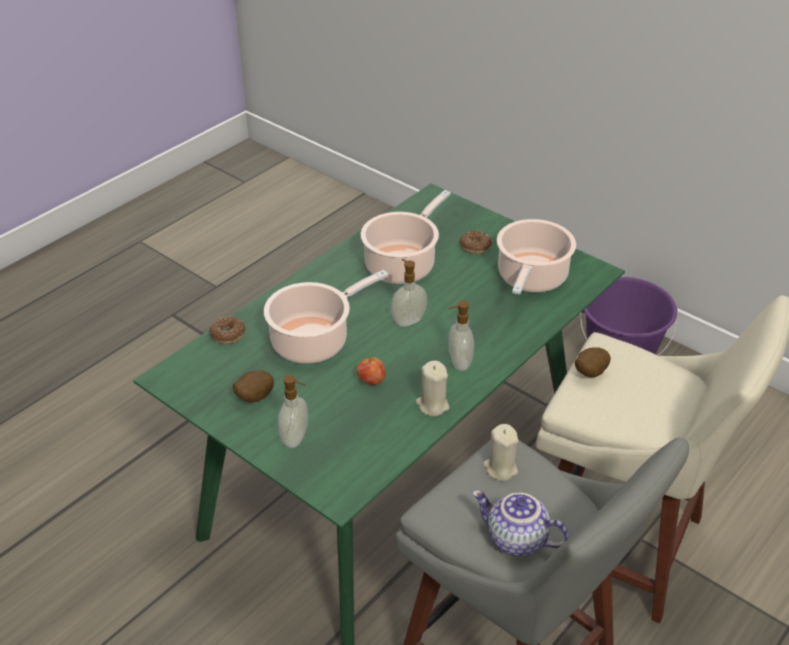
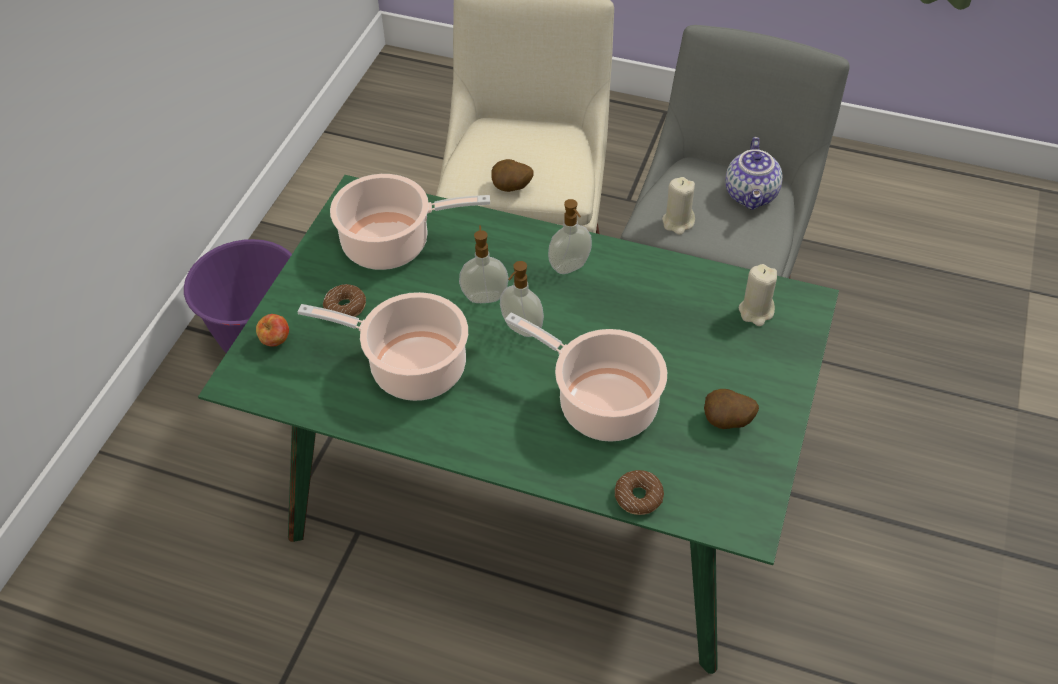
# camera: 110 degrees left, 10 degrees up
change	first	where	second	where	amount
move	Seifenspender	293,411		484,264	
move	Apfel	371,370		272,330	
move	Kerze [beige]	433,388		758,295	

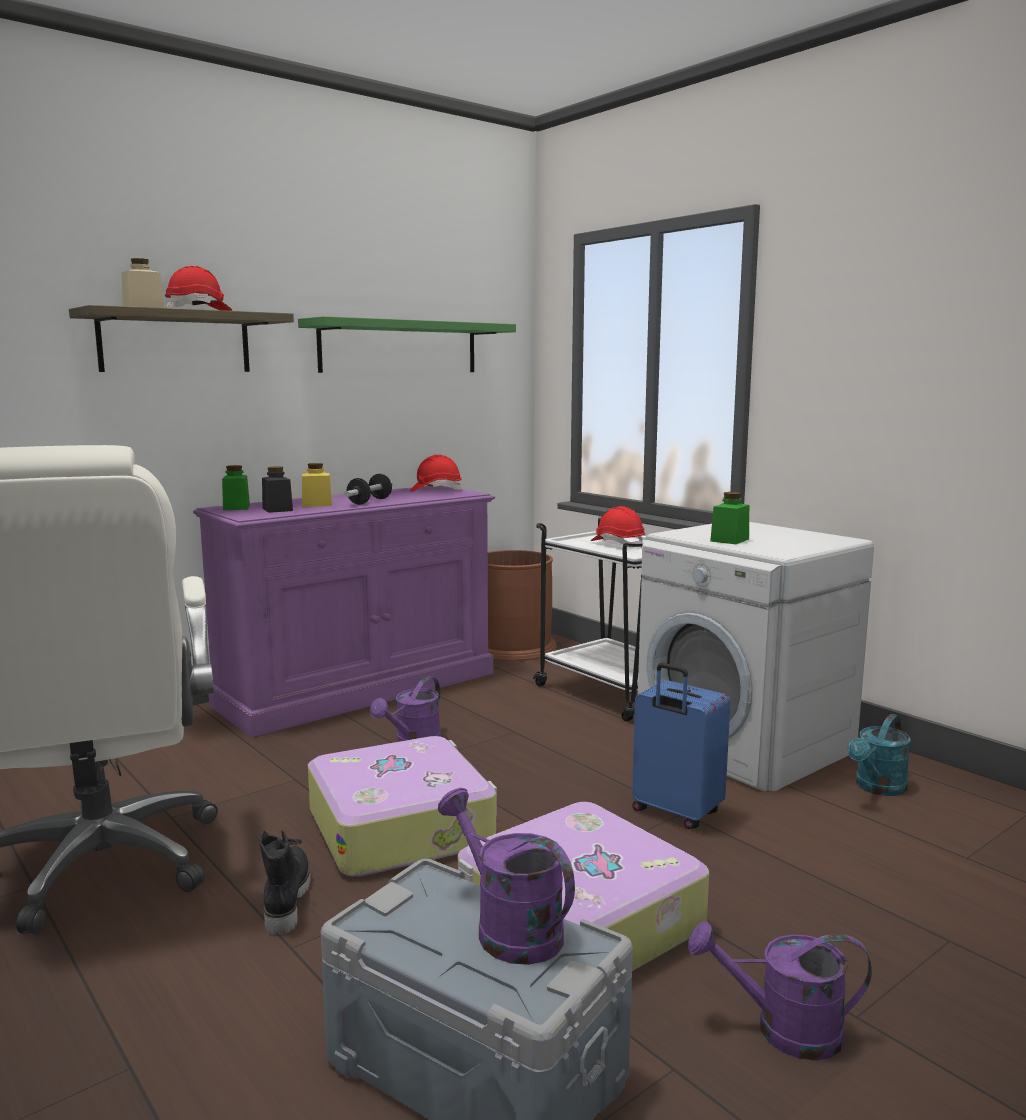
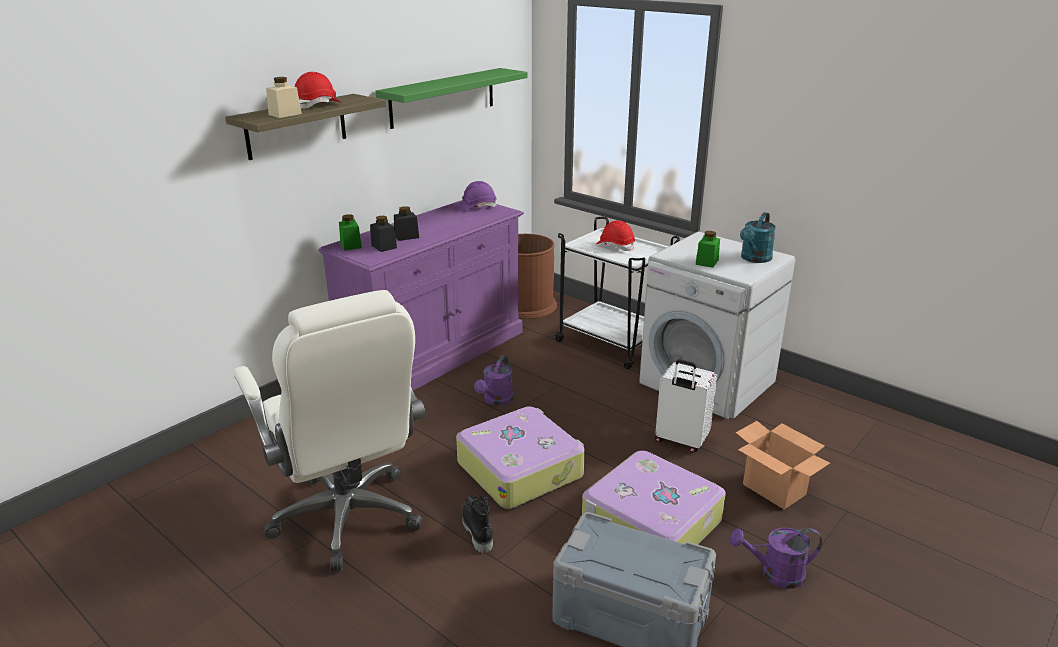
# camera: 10 degrees left, 15 degrees up
change	first	where	second	where	amount
delete	Hantel	368,489			
delete	Gießkanne [lila]	506,876			
insert			Karton	783,465	
move	Gießkanne [türkis]	879,755		758,237	
recolor	Vorratsglas [gelb]	317,485	Vorratsglas [schwarz]	406,223	
recolor	Schutzhelm [rot]	436,473	Schutzhelm [lila]	477,196	
recolor	Koffer [blau]	681,746	Koffer [weiß]	686,406	

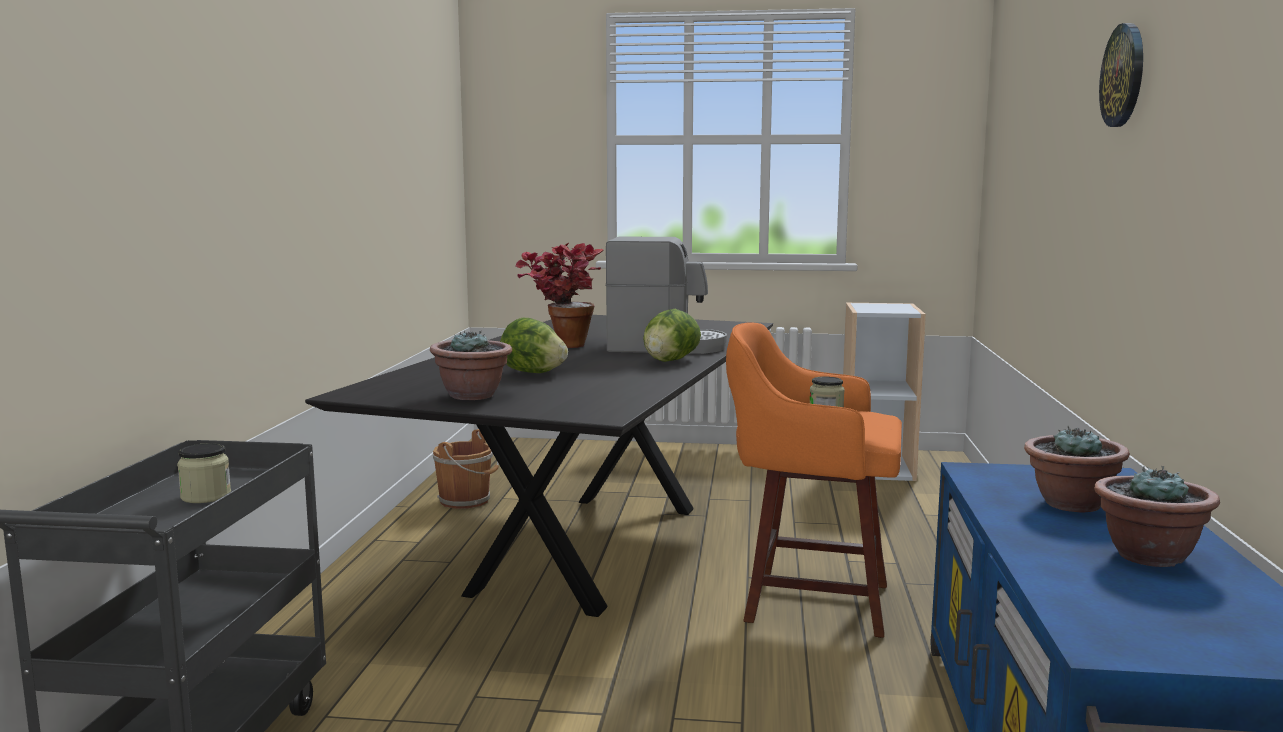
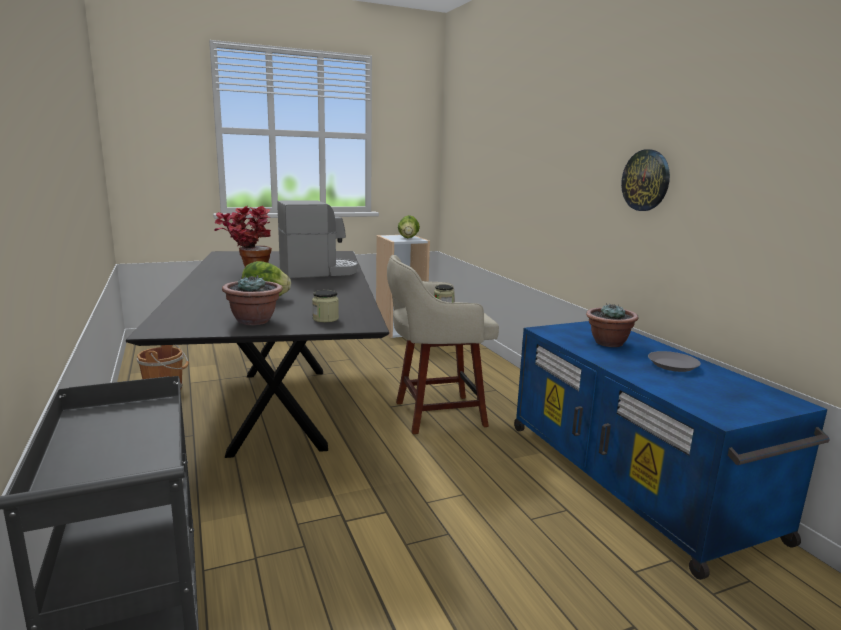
# camera: 30 degrees left, 5 degrees up
change	first	where	second	where	amount
move	Vorratsglas	204,473		325,306	
move	Salatkopf	672,335		409,226	
move	Wanduhr	1121,75		645,180	
replace	Topfpflanze	1157,516	Teller [grau]	674,361	
recolor	Hocker [orange]	814,480	Hocker [beige]	443,344	

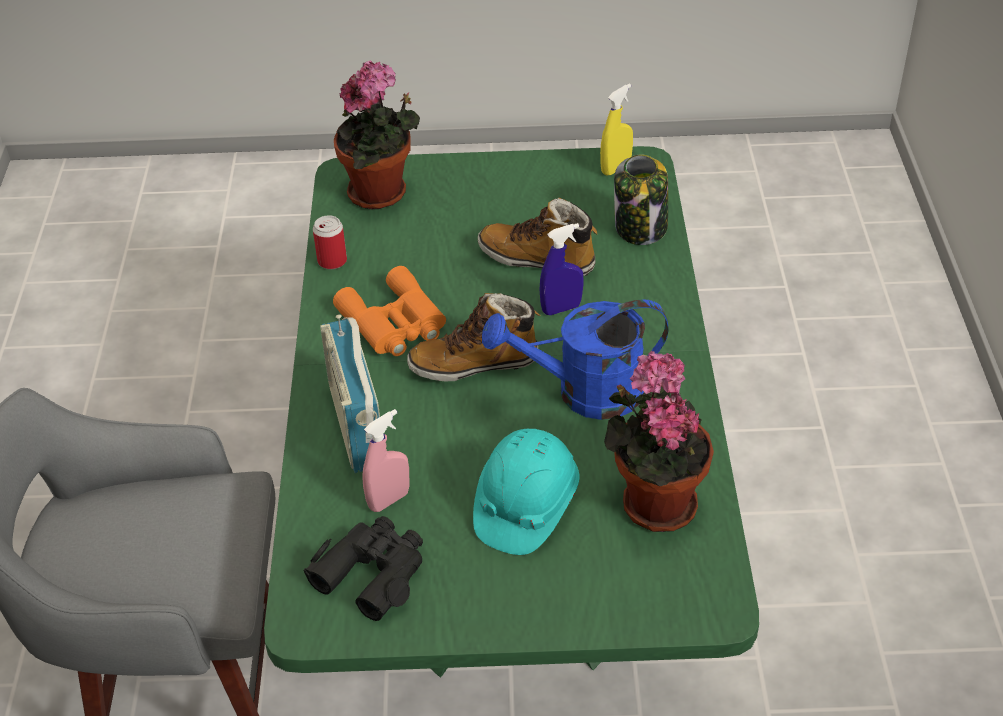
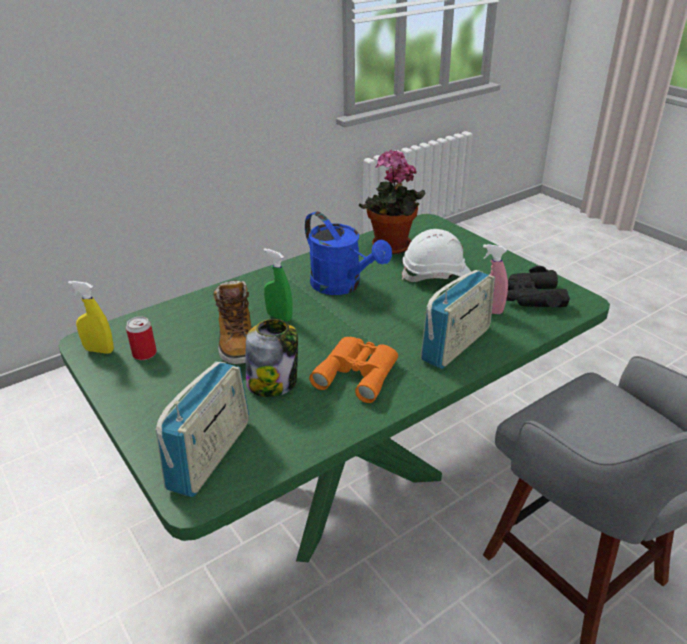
# camera: 125 degrees left, 10 degrees down
change	first	where	second	where	amount
delete	Stiefel	473,337			
move	Dose	330,242		141,338	
move	Vorratsglas	641,199		272,358	
replace	Topfpflanze	377,134	Radio	202,429	
recolor	Schutzhelm [türkis]	526,492	Schutzhelm [weiß]	436,255	
recolor	Sprühflasche [blau]	562,269	Sprühflasche [grün]	278,284	

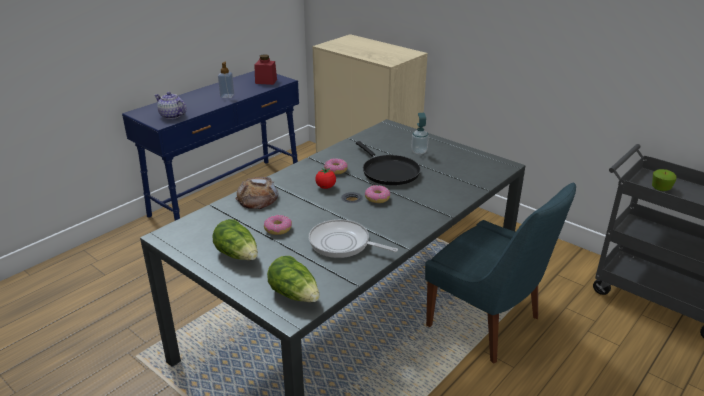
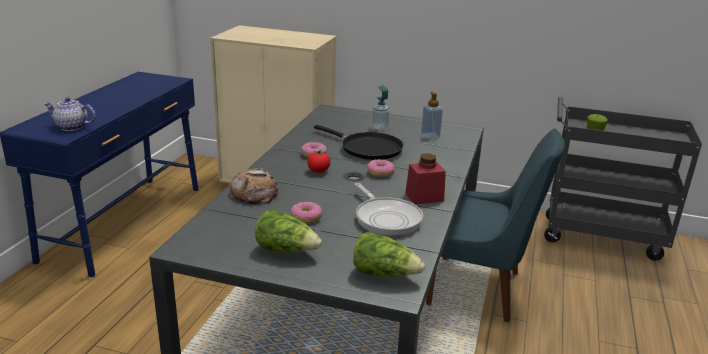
# camera: 25 degrees left, 5 degrees down
change	first	where	second	where	amount
move	Seifenspender	226,80		432,115	
move	Vorratsglas [rot]	265,69		426,179	
rotate	Pfanne	353,238		389,209	120 degrees counterclockwise

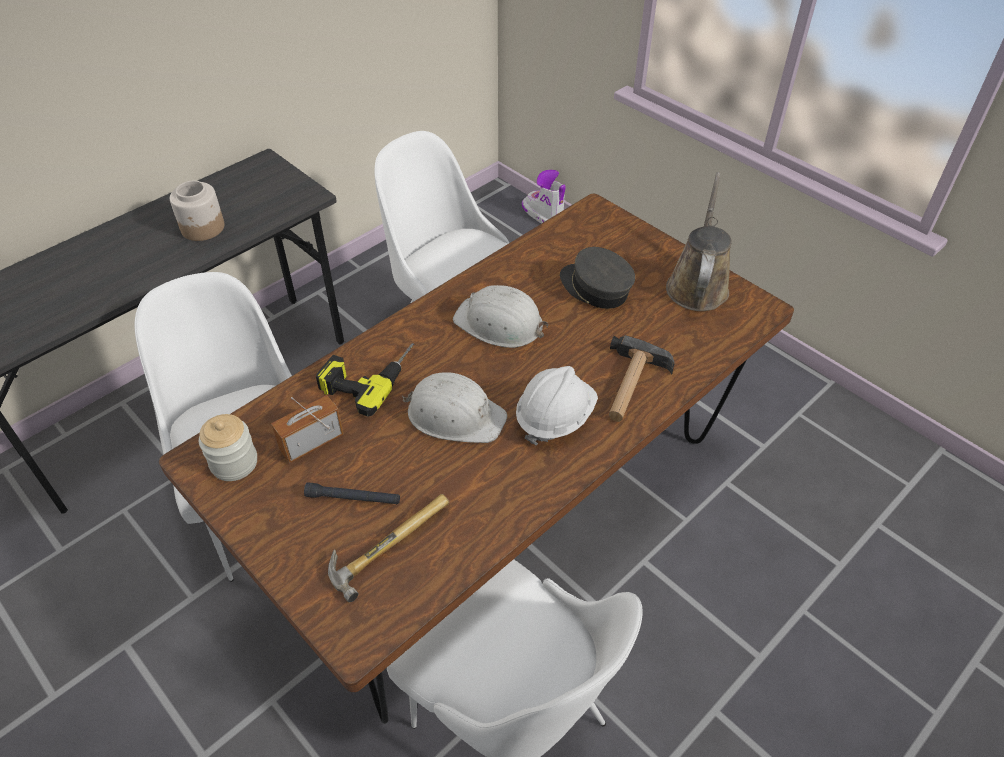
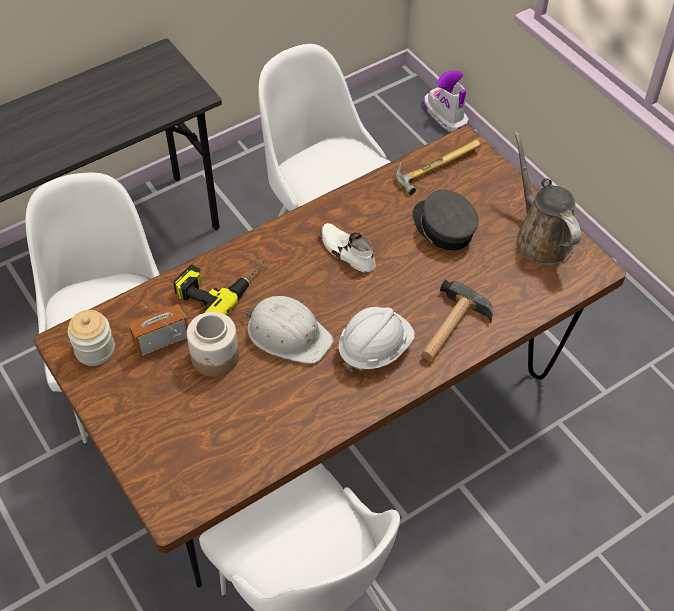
# camera: 10 degrees right, 5 degrees up
change	first	where	second	where	amount
delete	Taschenlampe [schwarz]	352,493			
move	Vorratsglas	197,211		213,344	
move	Hammer	388,548		438,167	
replace	Schutzhelm [weiß]	500,316	Schuh [weiß]	348,248	
rotate	Gießkanne [braun]	699,241		547,198	45 degrees counterclockwise

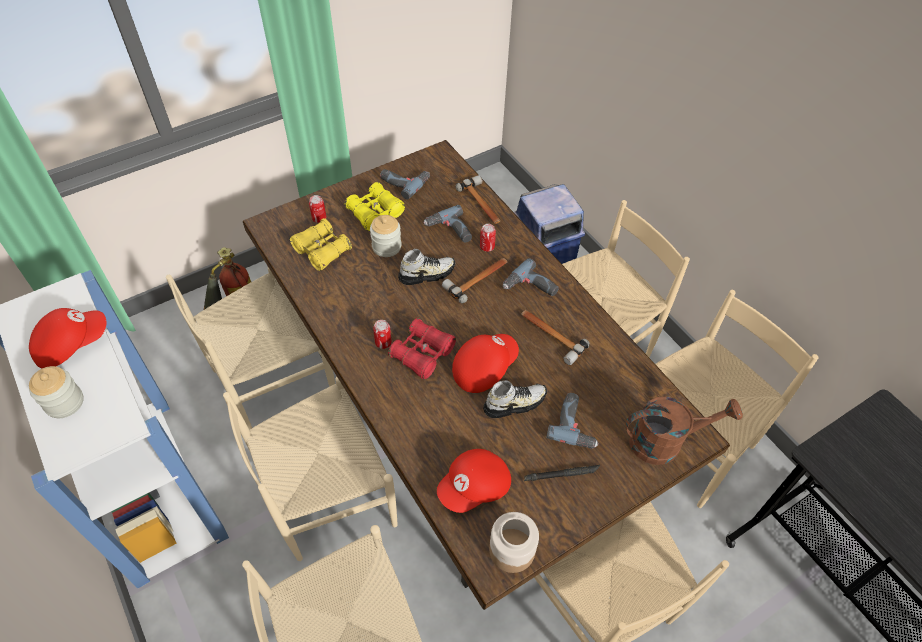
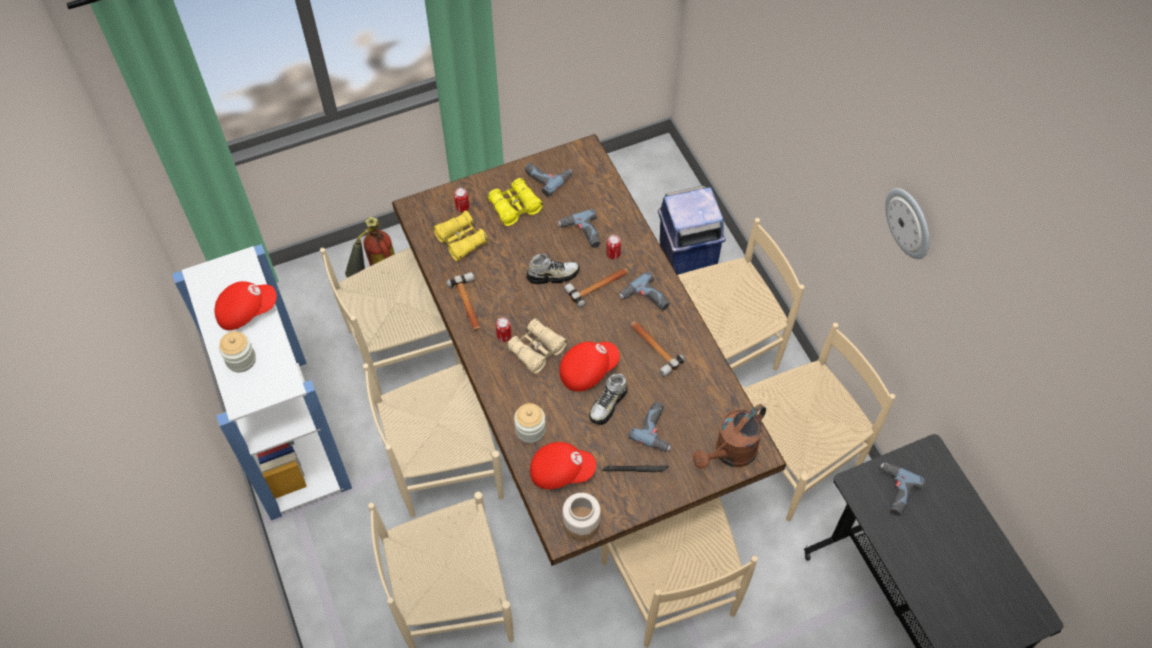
# camera: 10 degrees right, 5 degrees up
change	first	where	second	where	amount
insert			Bohrmaschine	903,489	
insert			Wanduhr	907,223	
move	Vorratsglas	385,236		530,423	
move	Hammer	478,199		463,301	
recolor	Fernglas [rot]	422,348	Fernglas [beige]	536,346	
rotate	Kappe [rot]	474,481		563,465	150 degrees counterclockwise
rotate	Schuh	515,399		608,399	135 degrees clockwise
rotate	Gießkanne [braun]	684,431		729,436	135 degrees clockwise

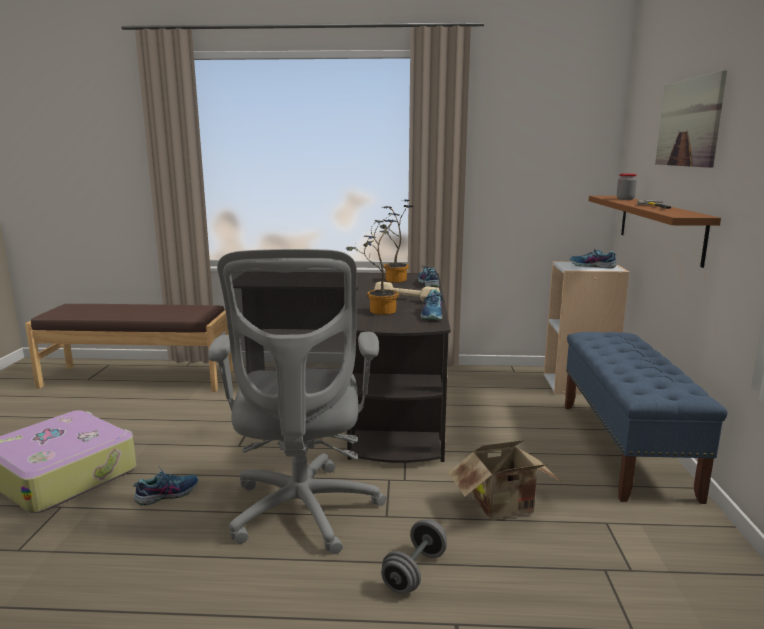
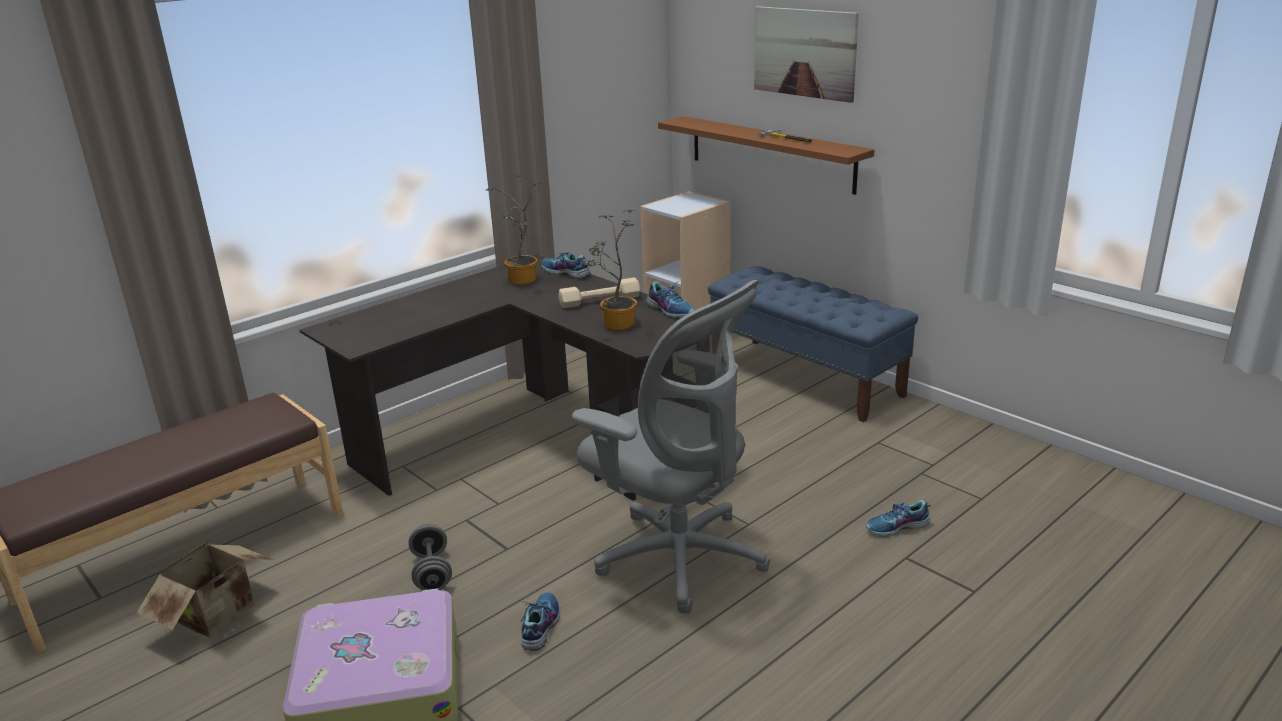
# camera: 45 degrees left, 10 degrees up
change	first	where	second	where	amount
delete	Vorratsglas	627,186			
move	Hantel [grau]	414,557		430,557	
move	Karton	504,480		205,586	
move	Schuh	593,258		898,518	

